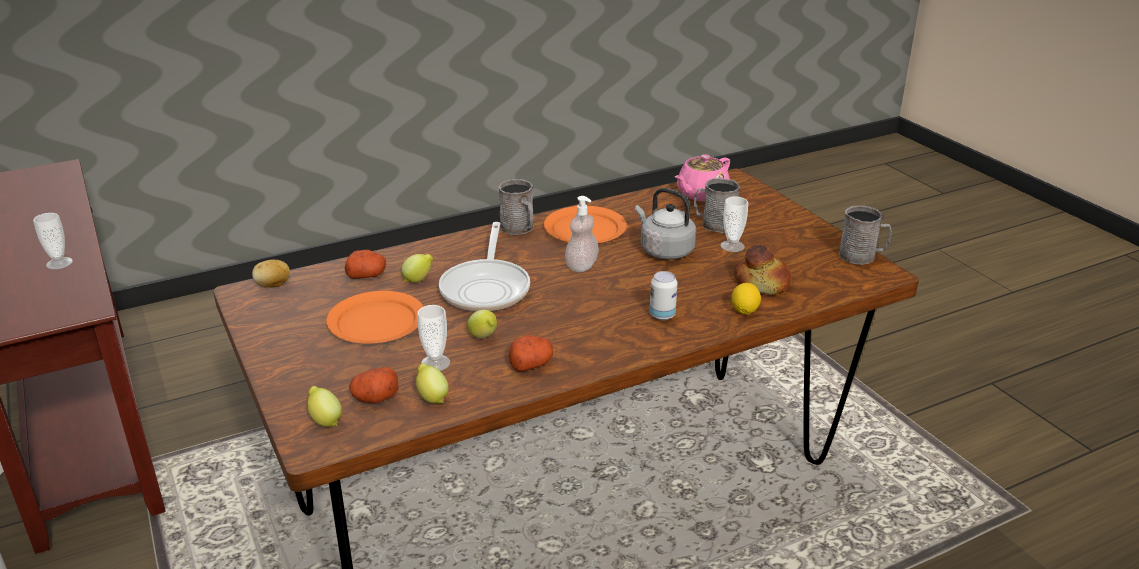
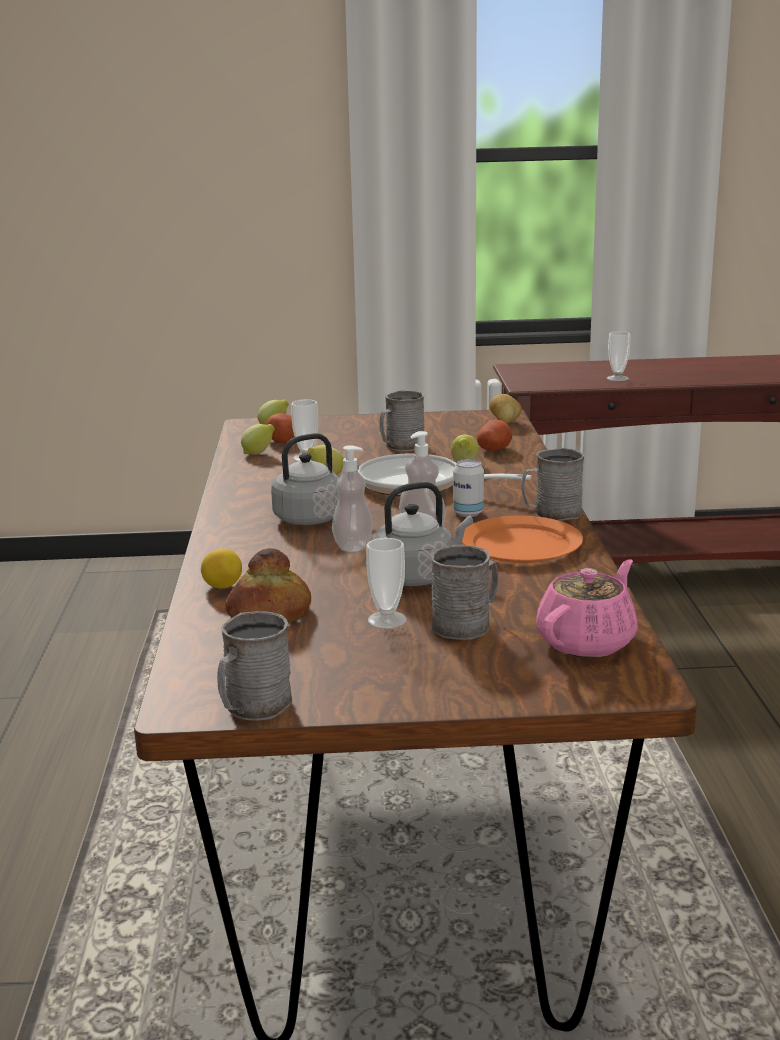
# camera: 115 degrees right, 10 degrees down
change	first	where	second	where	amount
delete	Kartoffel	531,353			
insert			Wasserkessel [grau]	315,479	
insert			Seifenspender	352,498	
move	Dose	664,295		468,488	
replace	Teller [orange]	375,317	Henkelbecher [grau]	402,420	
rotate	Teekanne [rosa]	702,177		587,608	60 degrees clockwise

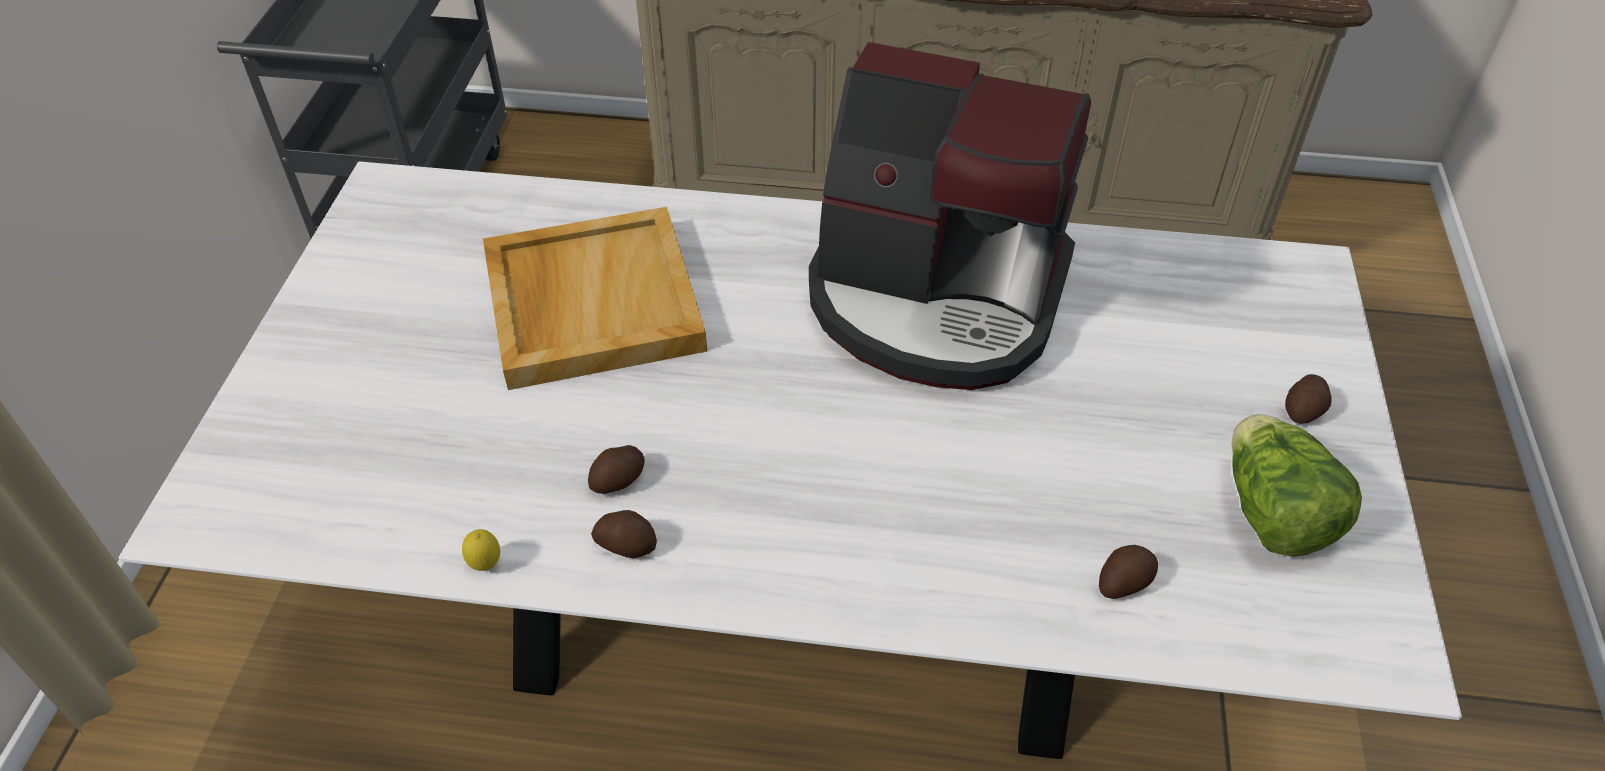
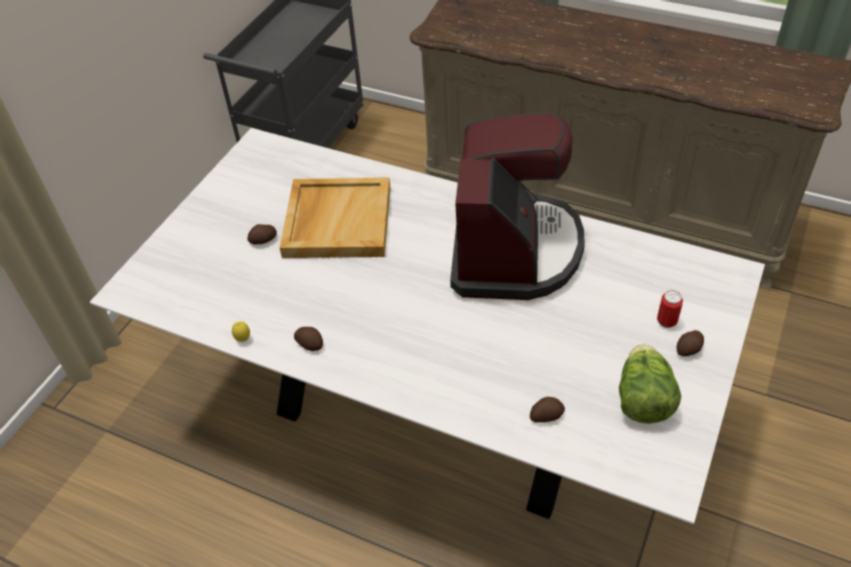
# camera: 20 degrees right, 0 degrees up
change	first	where	second	where	amount
insert			Dose	670,309	
move	Kartoffel	616,469		262,234	
rotate	Kaffeemaschine	950,216		517,206	120 degrees counterclockwise

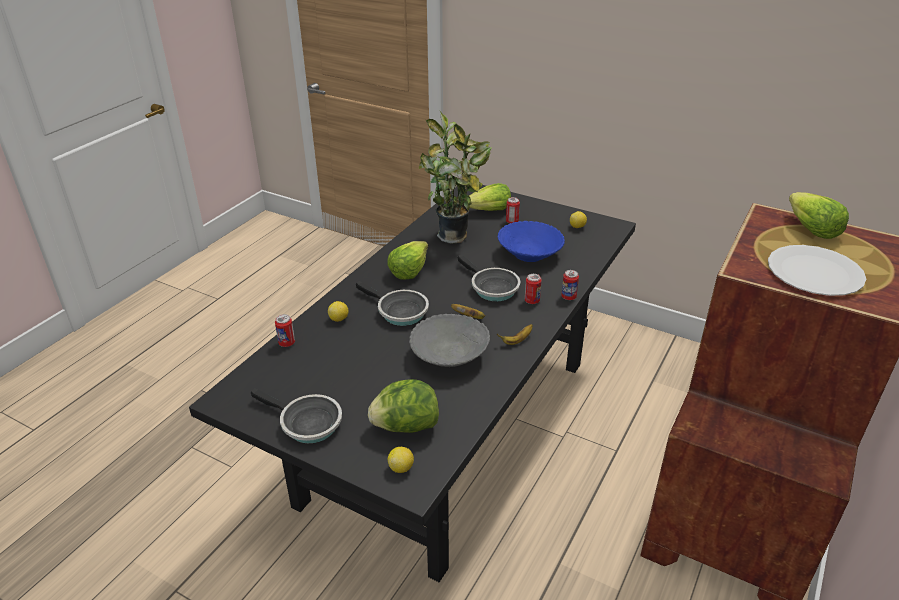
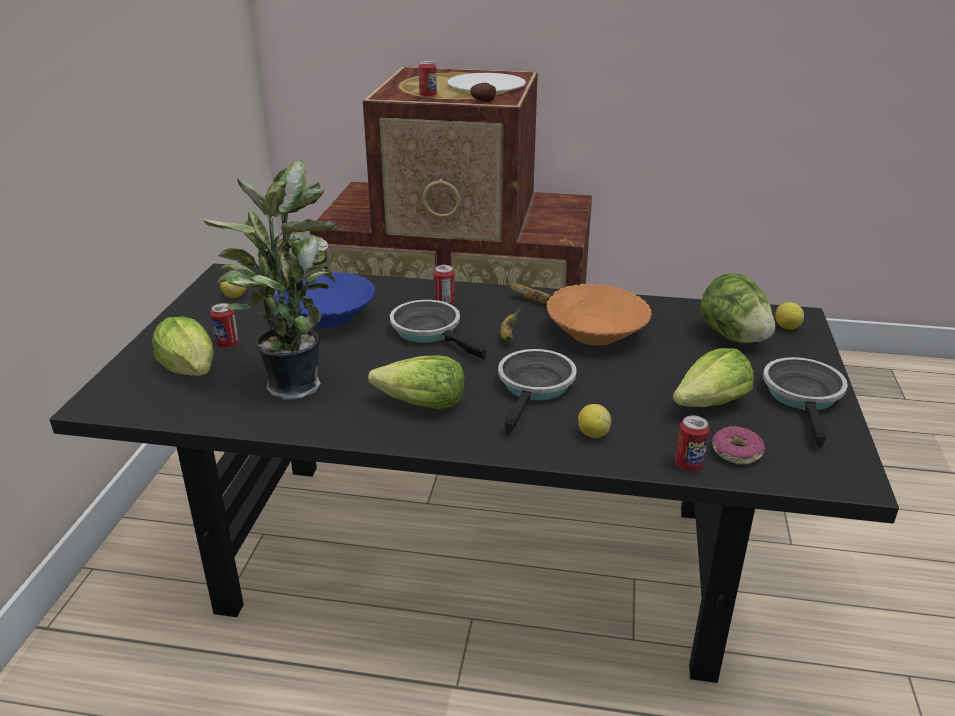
# camera: 110 degrees left, 5 degrees down
change	first	where	second	where	amount
insert			Kartoffel	483,92	
insert			Donut	738,445	
move	Dose	570,285		427,79	
move	Salatkopf	819,215		713,377	
recolor	Schüssel [grau]	449,340	Schüssel [orange]	599,314	
rotate	Pfanne	489,277		438,330	75 degrees counterclockwise

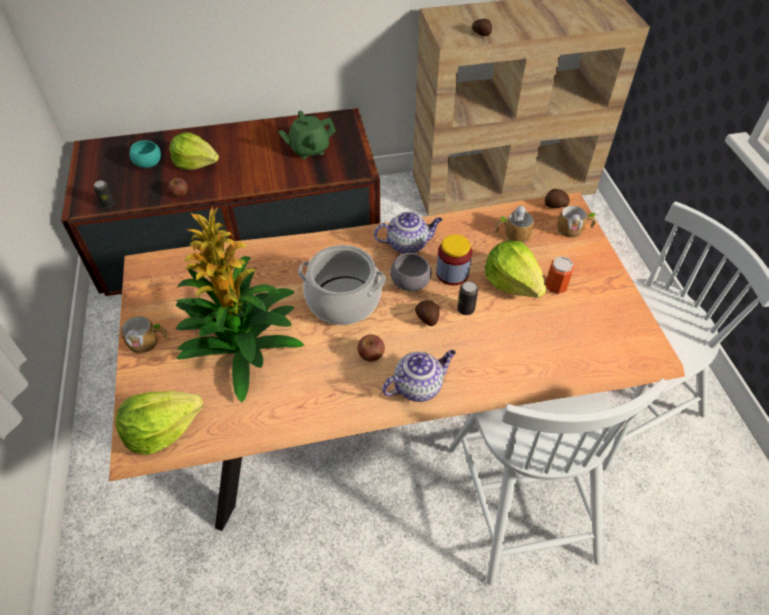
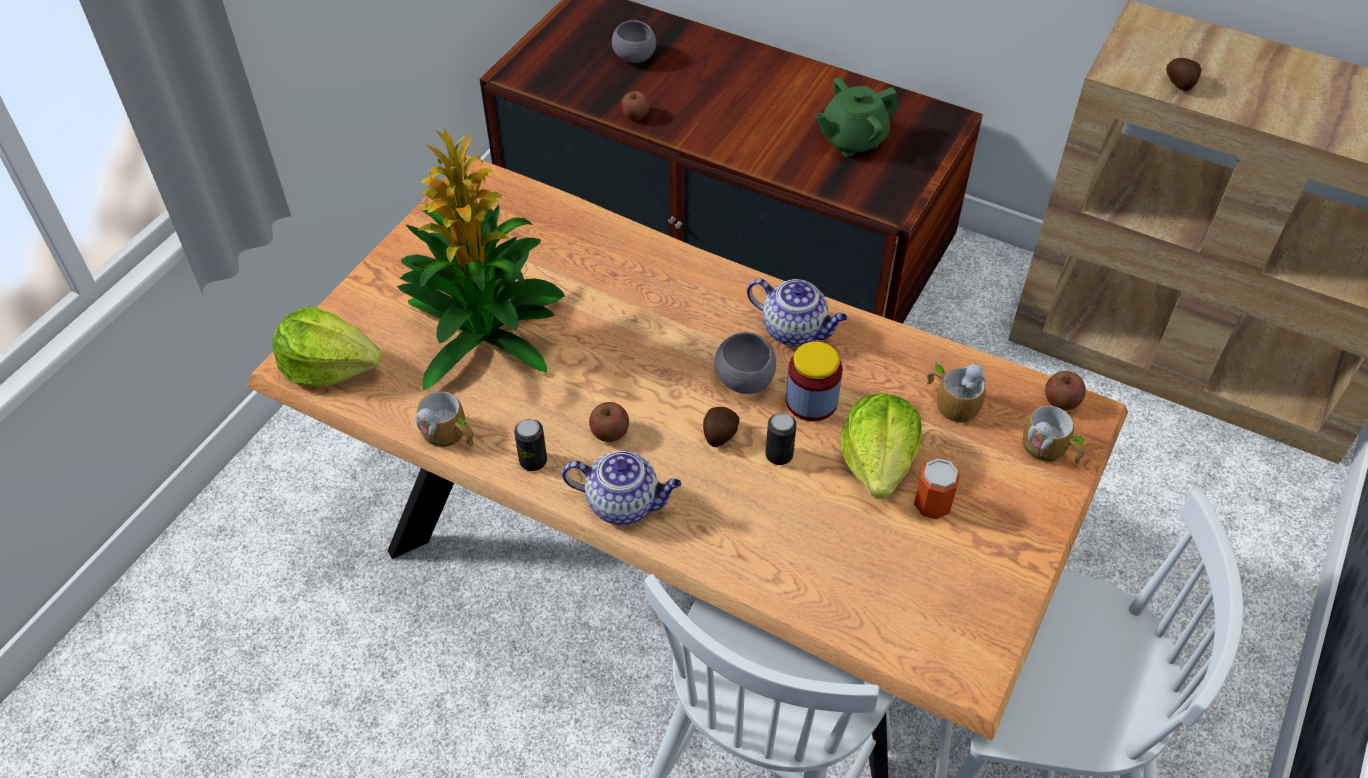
# camera: 40 degrees right, 0 degrees up
change	first	where	second	where	amount
delete	Salatkopf	194,151			
delete	Kochtopf	342,285			
move	Dose	104,194		530,445	
move	Henkelbecher	145,335		444,419	
replace	Kartoffel	557,198	Apfel	1065,390	
recolor	Schüssel [türkis]	145,154	Schüssel [grau]	634,41	
rotate	Teekanne [grün]	307,135		857,117	45 degrees counterclockwise

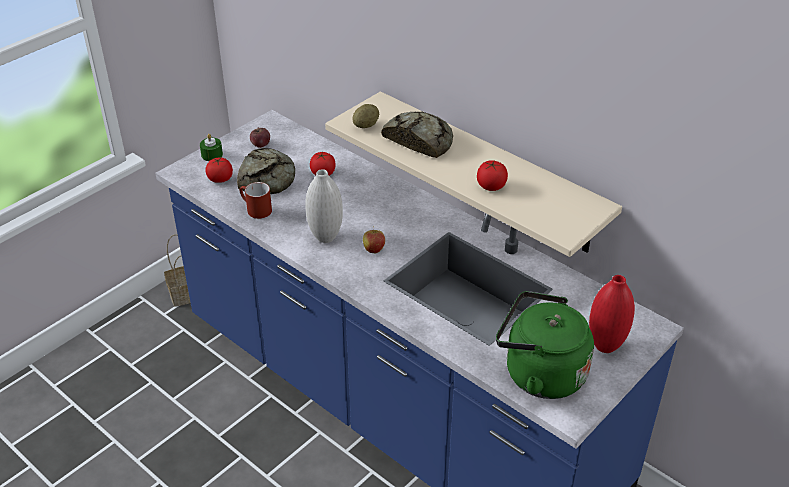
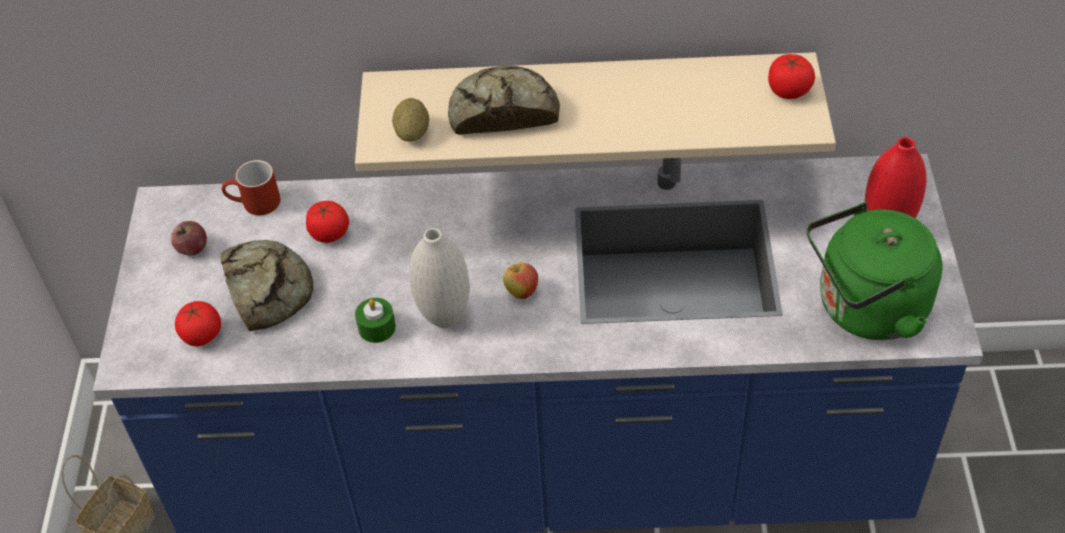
# camera: 40 degrees left, 10 degrees up
change	first	where	second	where	amount
move	Kerze [grün]	211,147		375,320	
move	Henkelbecher [rot]	255,200		251,187	
move	Tomate	492,175		791,76	

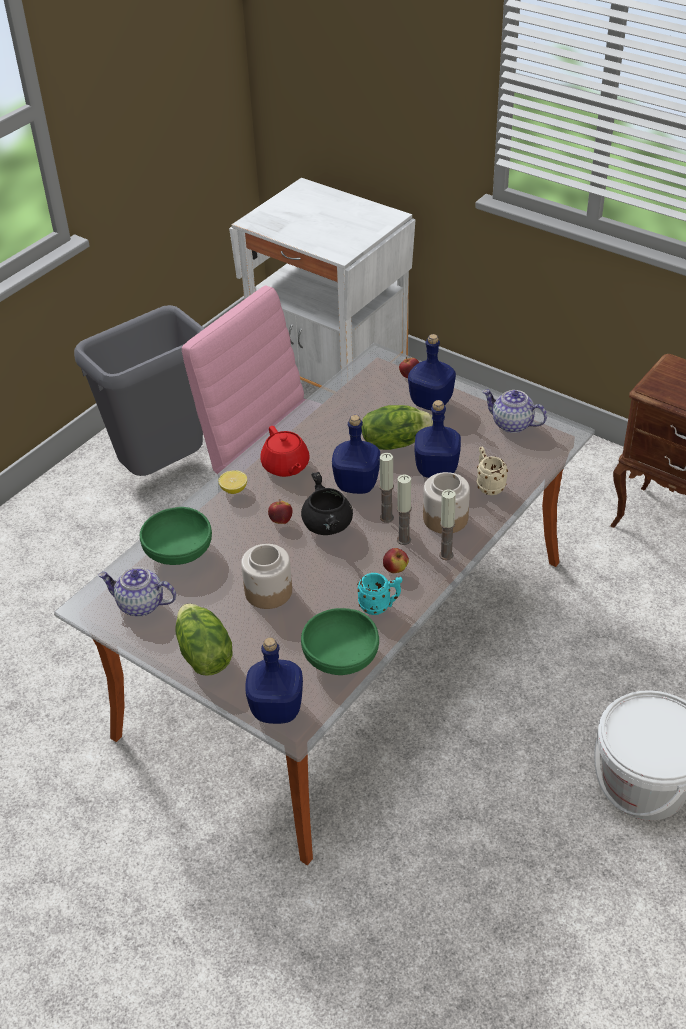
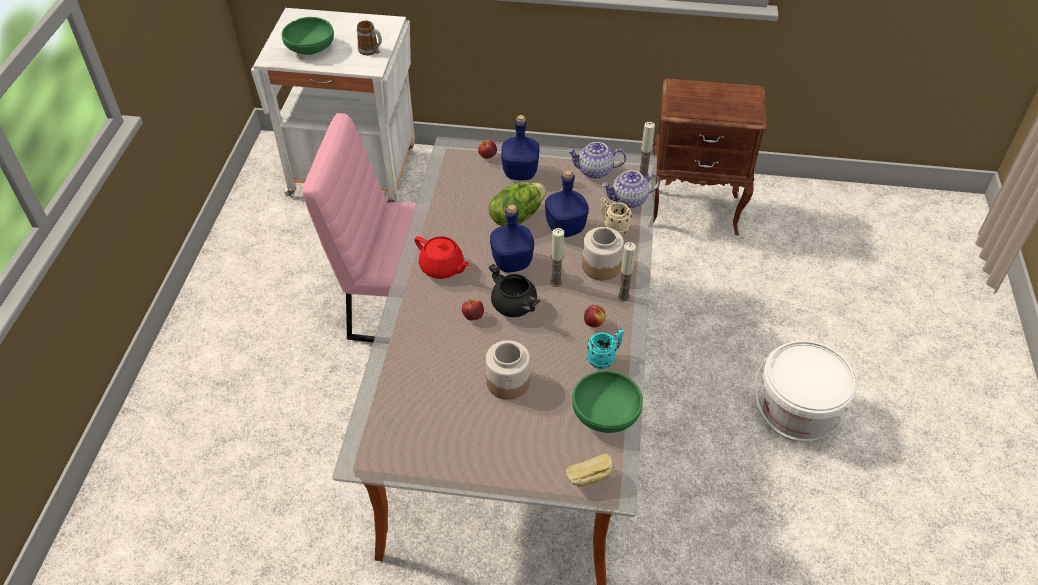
# camera: 30 degrees left, 5 degrees up
change	first	where	second	where	amount
delete	Mülleimer [grau]	139,390			
delete	Salatkopf	204,639			
delete	Zitrone	232,482			
insert			Henkelbecher	369,37	
move	Teekanne	137,592		631,189	
move	Schüssel [grün]	176,536		308,36	
move	Kerze	404,509		647,149	
replace	Flasche [blau]	274,680	Brot	590,470	

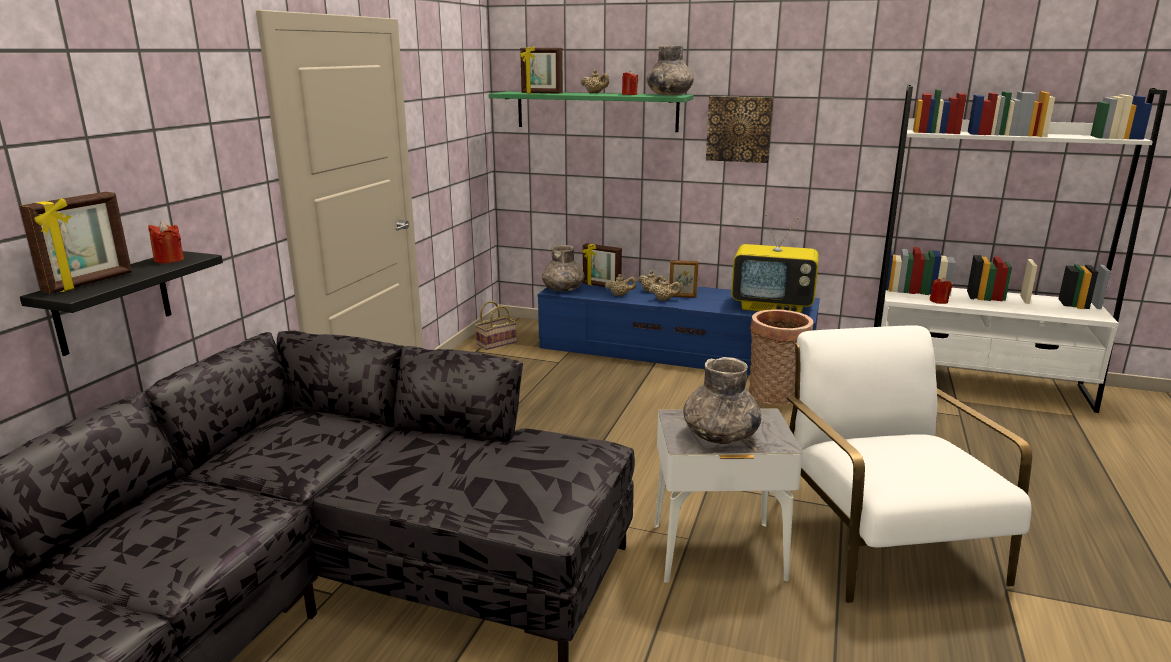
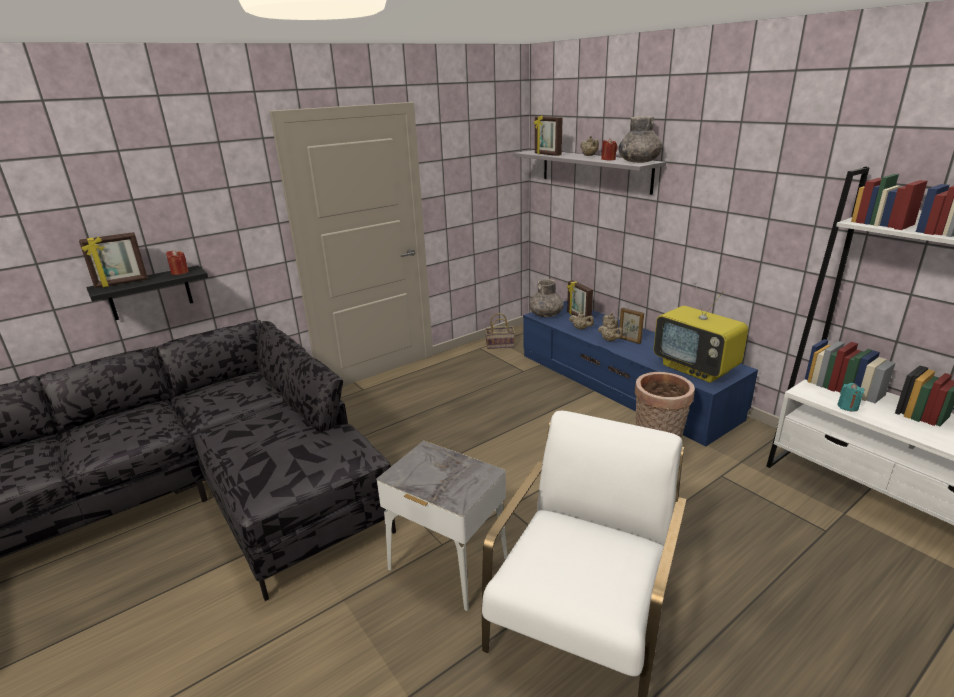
# camera: 35 degrees right, 5 degrees up
change	first	where	second	where	amount
delete	Vase [grau]	722,400			
delete	Bild	740,129			
recolor	Wandregal [grün]	591,112	Wandregal [grau]	589,172	
recolor	Kerze [rot]	941,291	Kerze [türkis]	851,397	

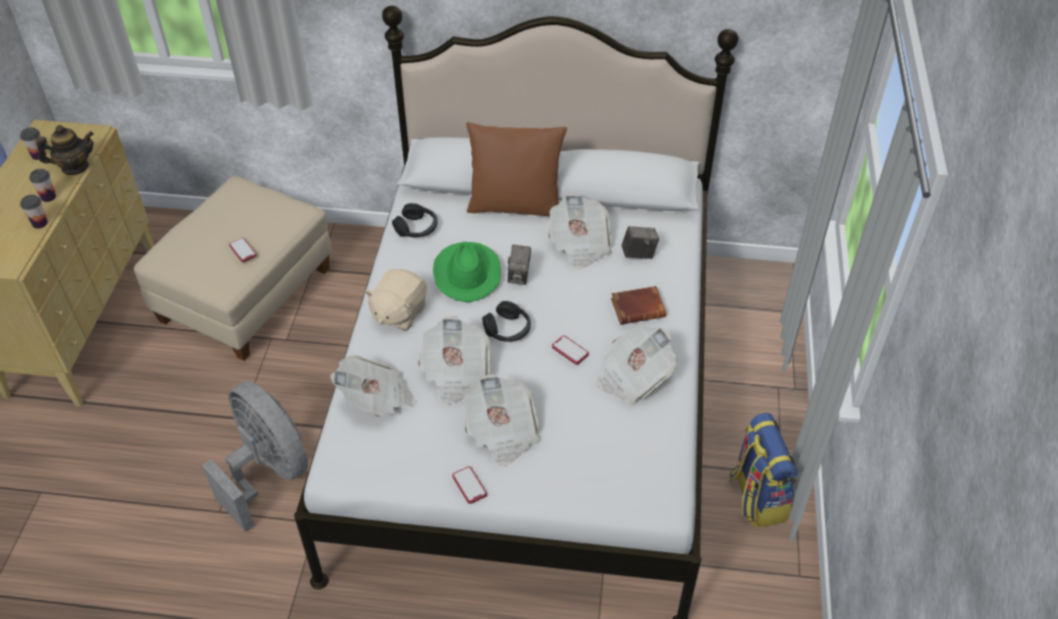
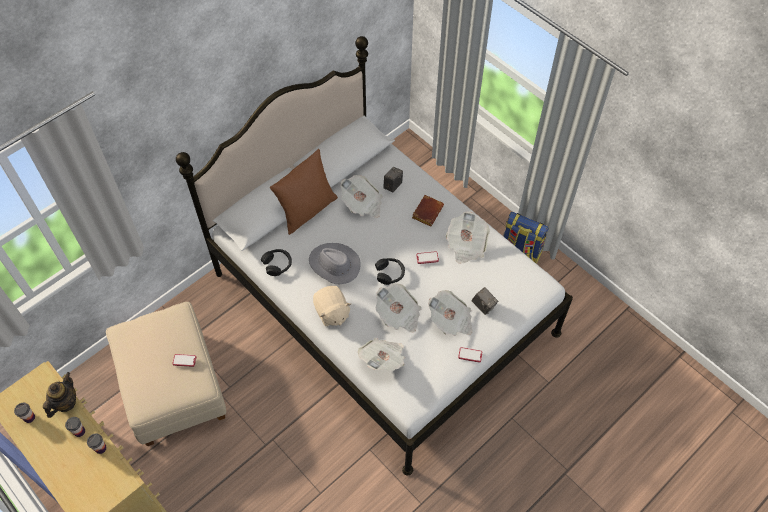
# camera: 50 degrees left, 10 degrees up
change	first	where	second	where	amount
delete	Ventilator [grau]	255,456			
move	Kamera	519,265		485,301	
recolor	Hut [grün]	467,272	Hut [grau]	335,263	

